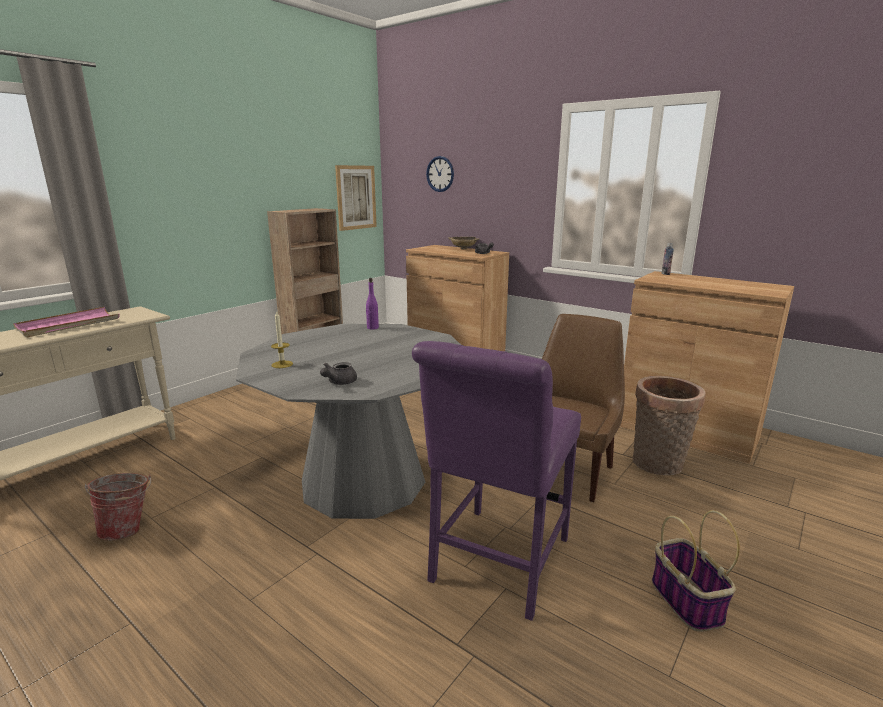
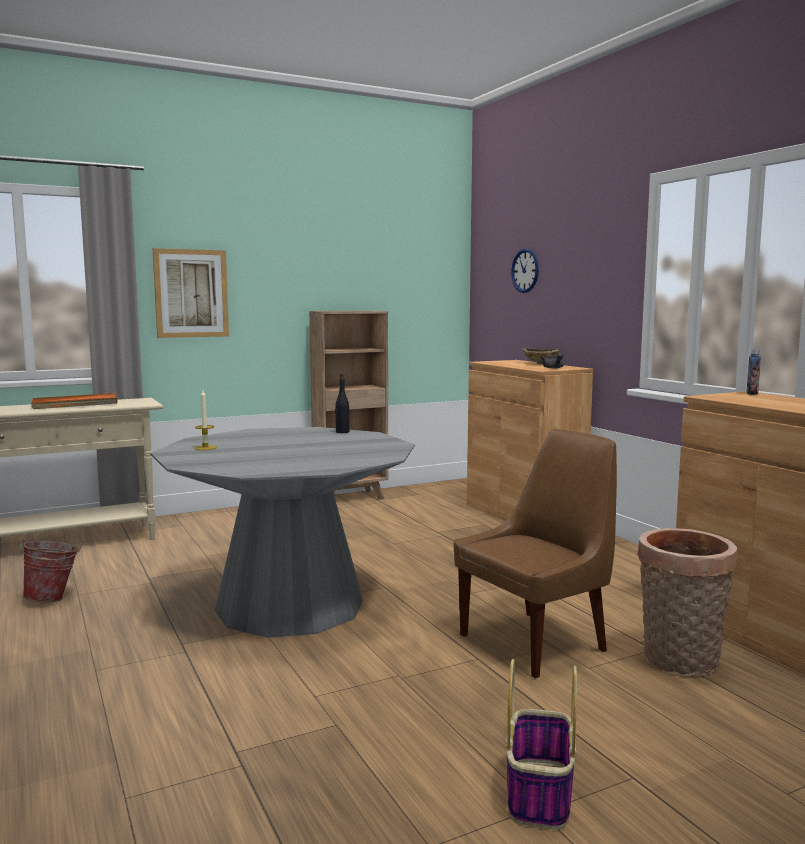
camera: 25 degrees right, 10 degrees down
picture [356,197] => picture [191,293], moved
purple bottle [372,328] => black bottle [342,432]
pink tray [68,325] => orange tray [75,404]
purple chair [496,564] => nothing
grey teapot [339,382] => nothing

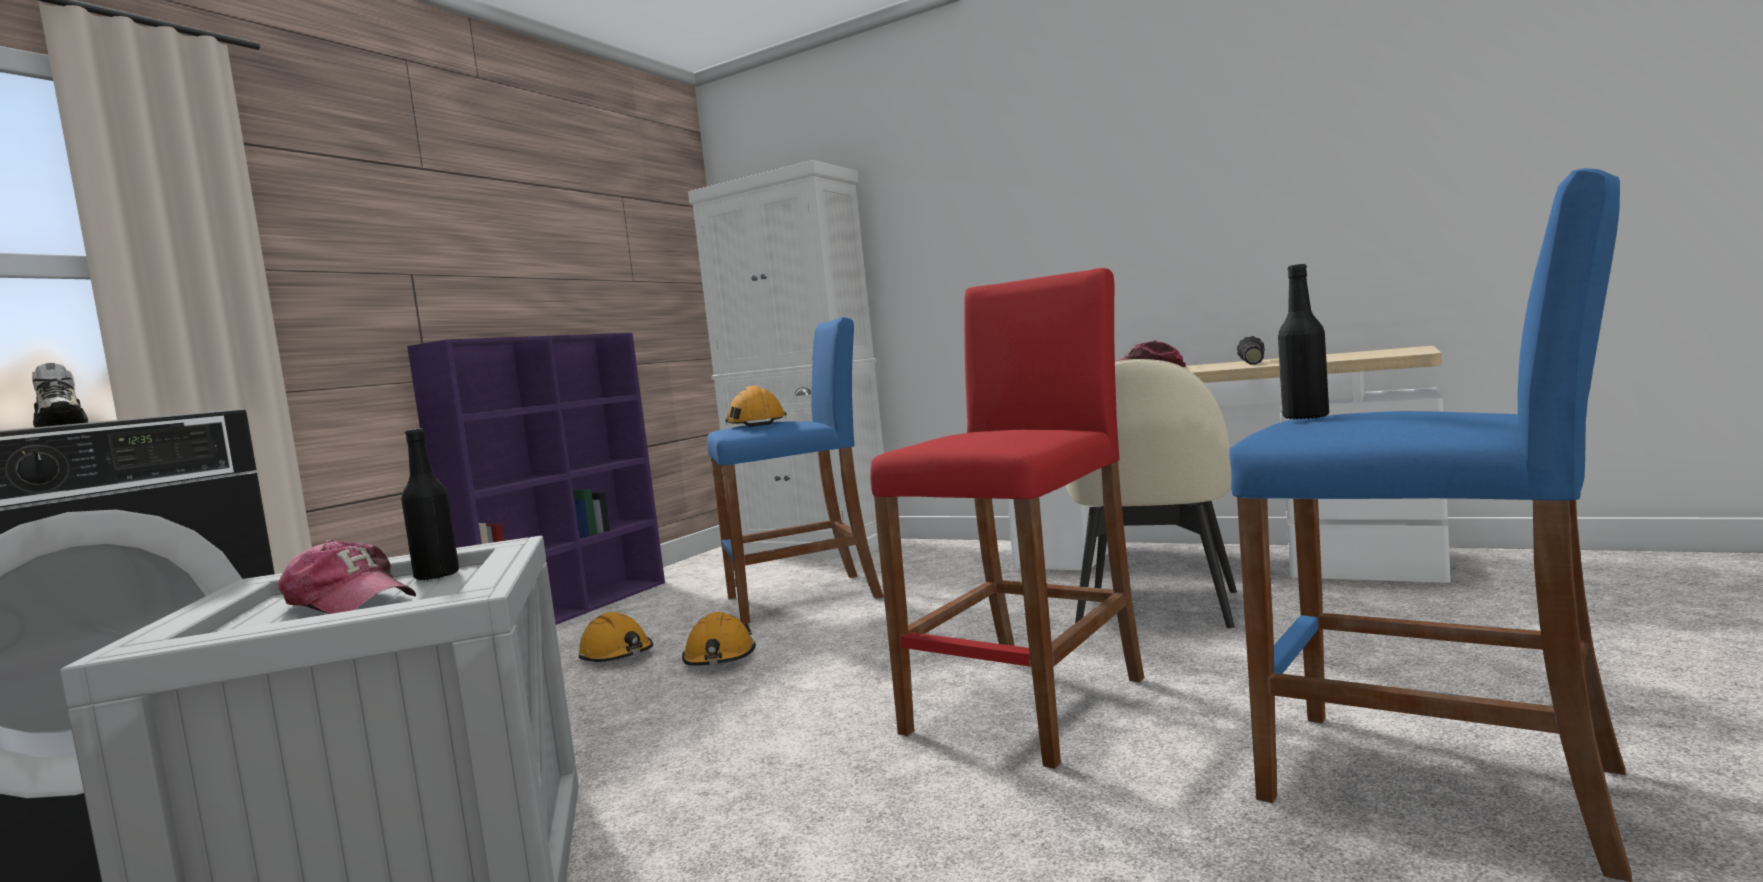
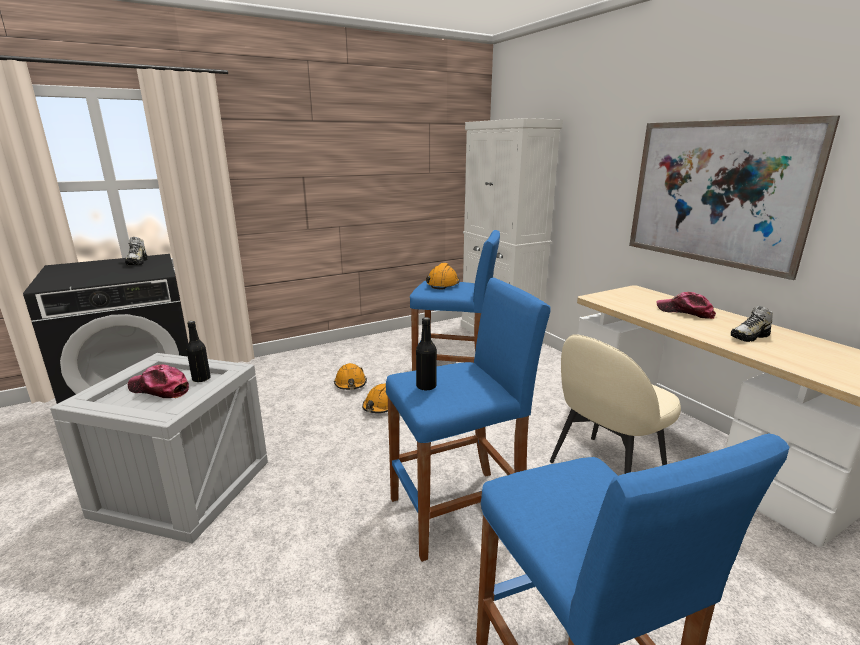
camera: 30 degrees right, 15 degrees up
black bottle [1305,418] => black bottle [426,386], moved
red stool [1028,705] => blue stool [459,511]
purple bookcase [570,610] => nothing
flashlight [1251,363] => shoe [749,337]
cap [350,603] => cap [159,389], 135 degrees clockwise
nothing => picture [714,193]

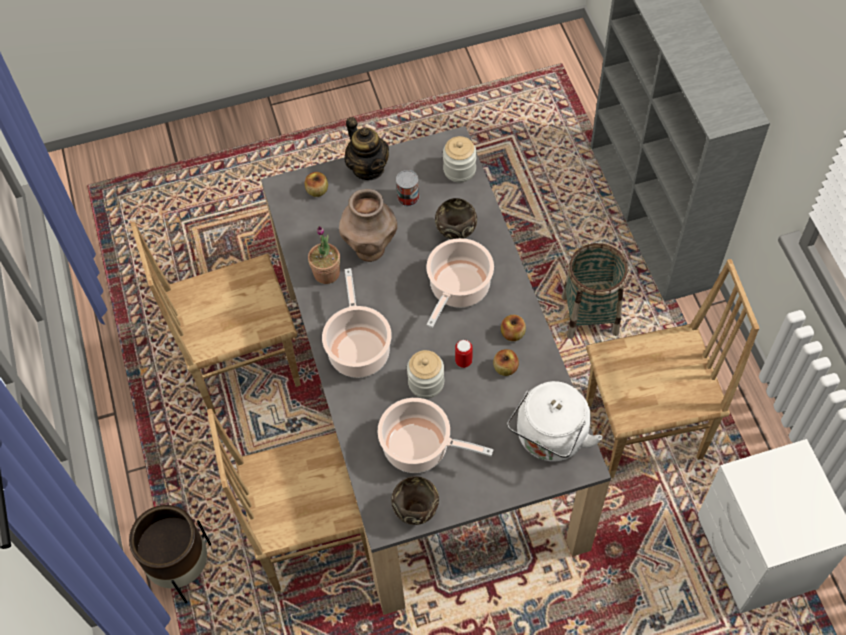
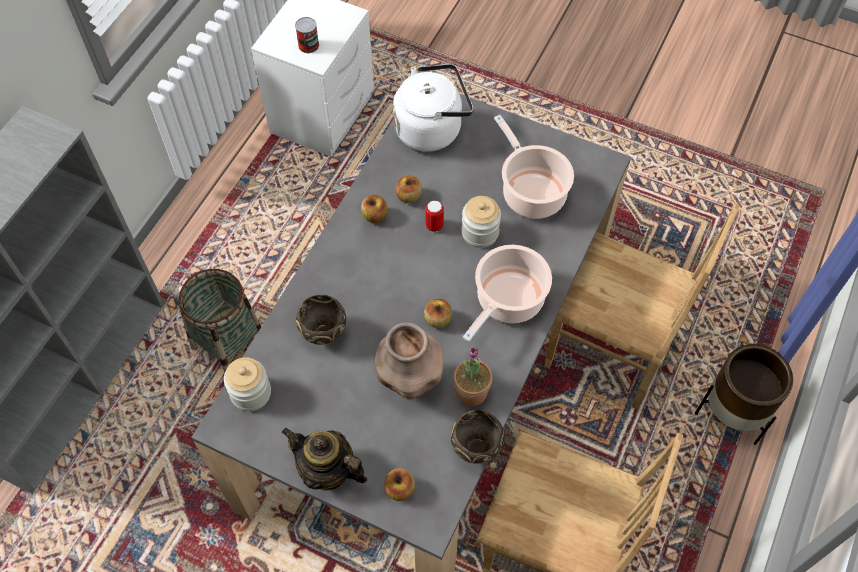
camera: 140 degrees left, 0 degrees up
teapot [368,168] => teapot [327,471], 75 degrees counterclockwise
can [408,197] => can [308,45], moved
cooking pot [458,289] => nothing
brown chair [645,433] => nothing
brown bowl [416,510] => brown bowl [475,449], moved
nothing => apple [437,319]

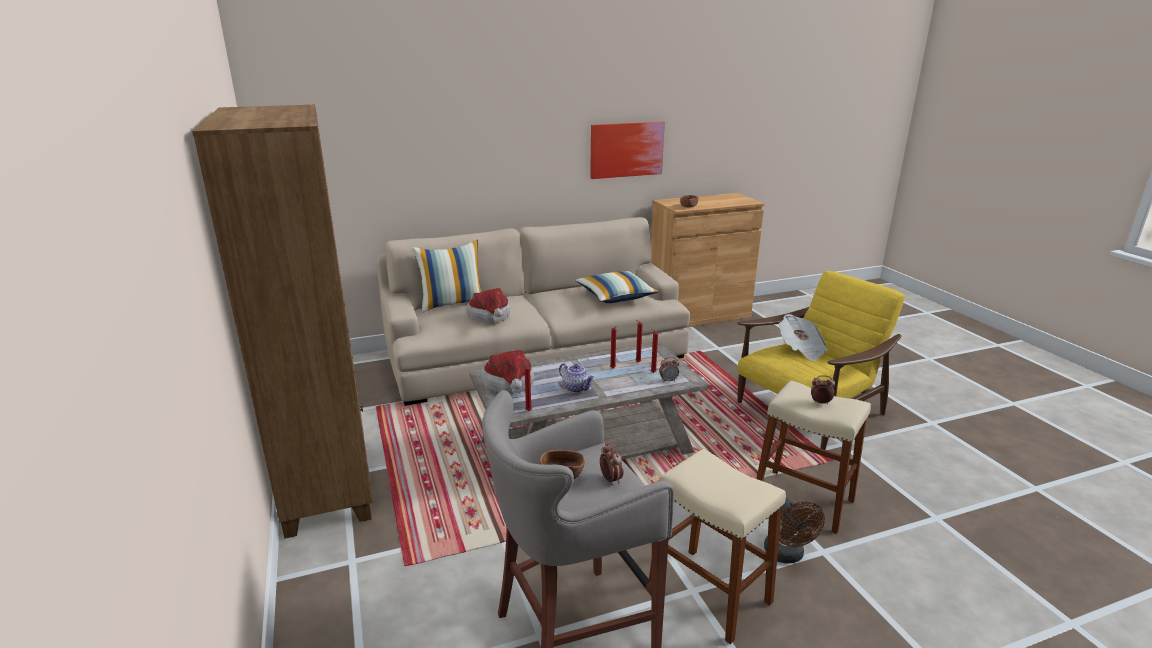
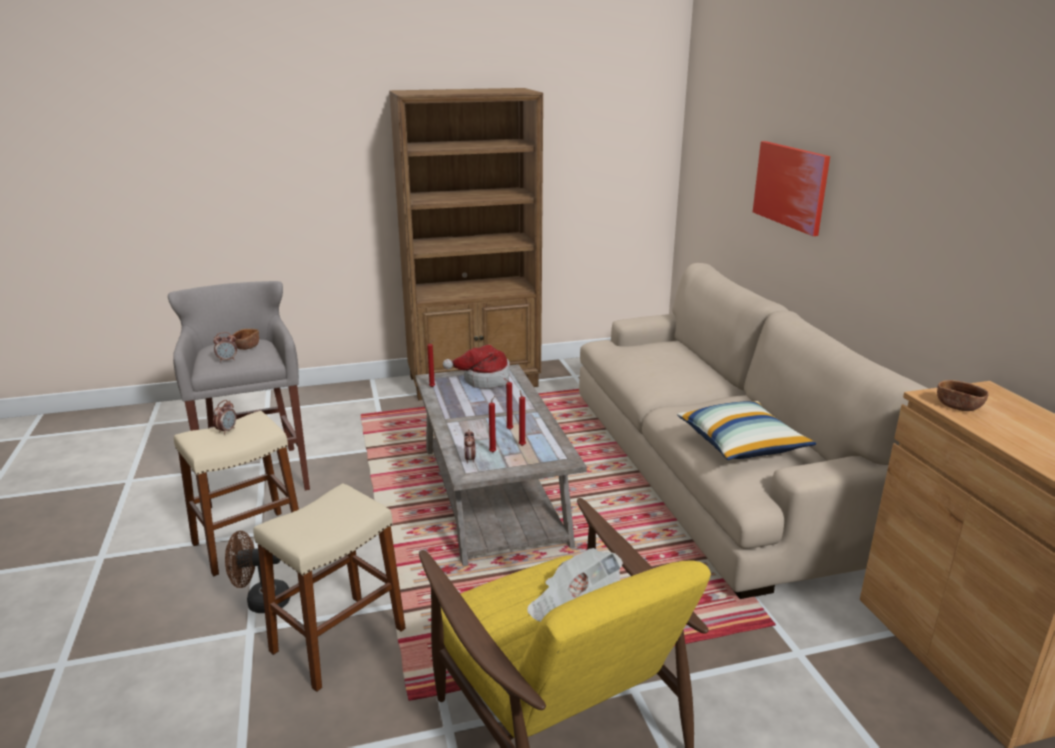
camera: 95 degrees right, 0 degrees up
picture [626,149] => picture [790,186], moved
pillow [452,304] => nothing
hat [490,317] => nothing
teapot [576,388] => nothing
alarm clock [820,402] => alarm clock [227,430], moved

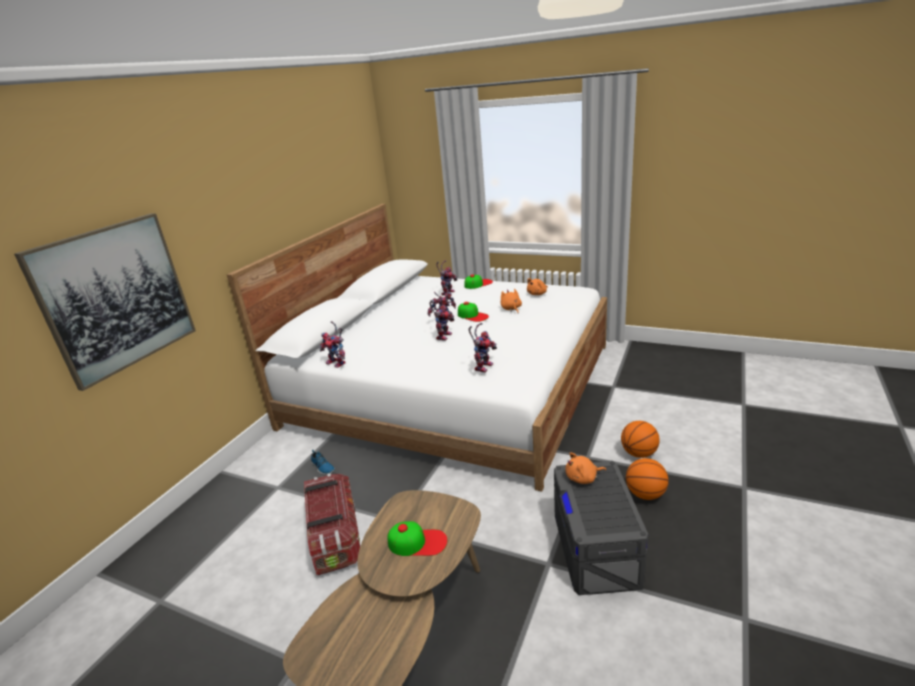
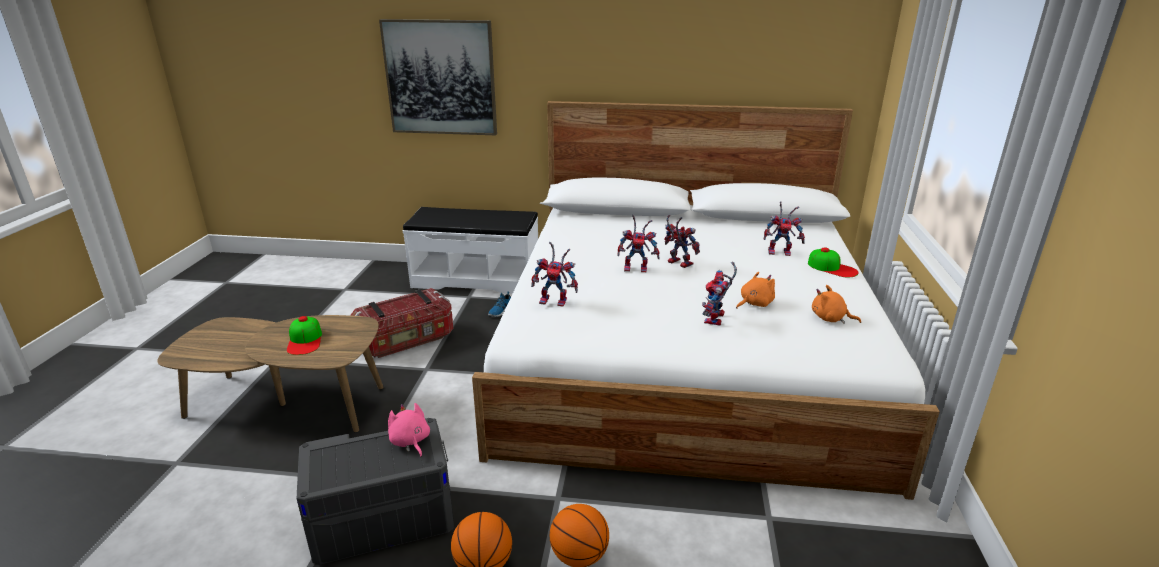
camera: 70 degrees right, 0 degrees up
cap [472,315] => nothing
toy robot [338,363] => toy robot [716,320], moved
orange plush toy [583,478] => pink plush toy [410,441]
nothing => white bench [476,279]

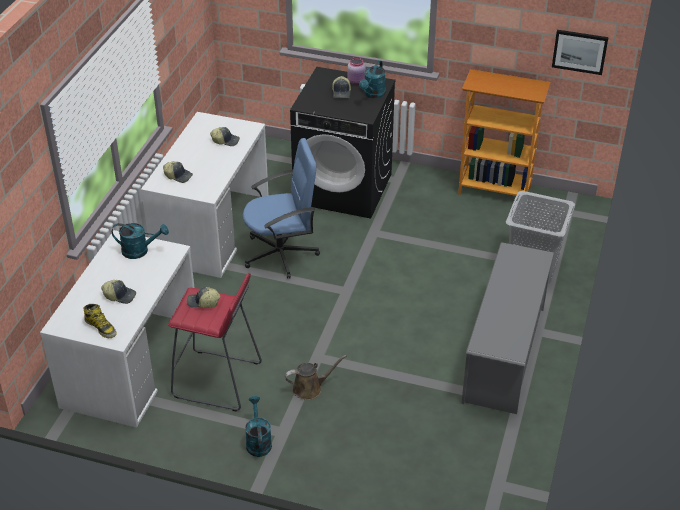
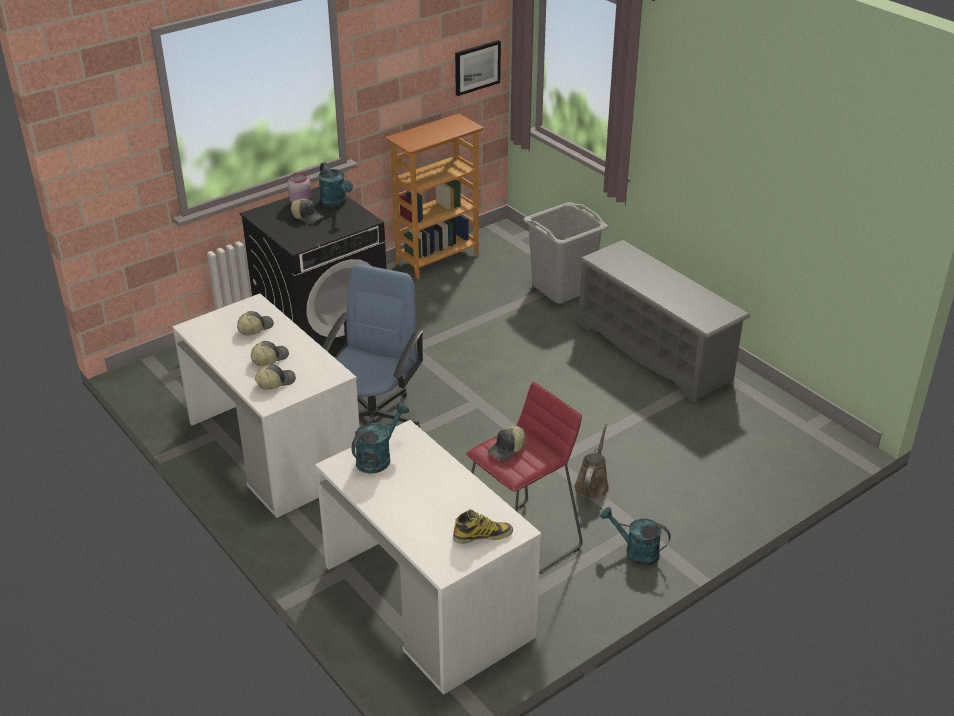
camera: 55 degrees left, 5 degrees down
cap [120,295] => cap [269,358], moved

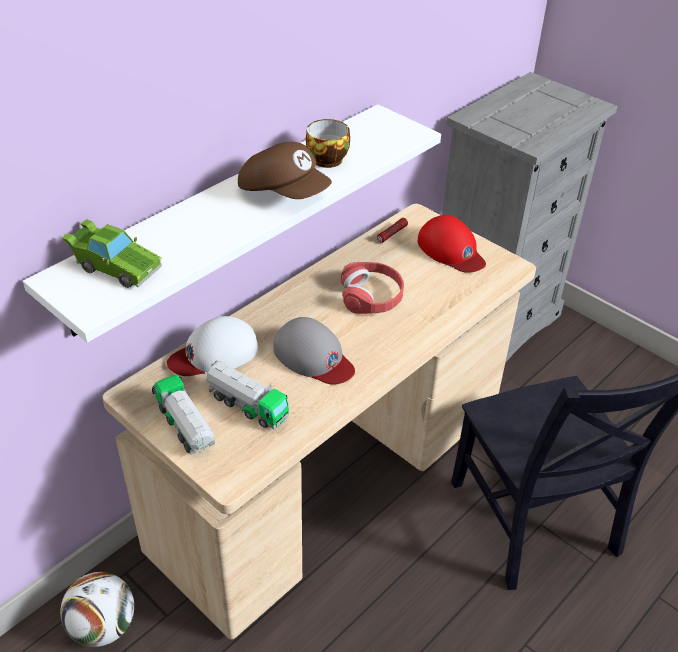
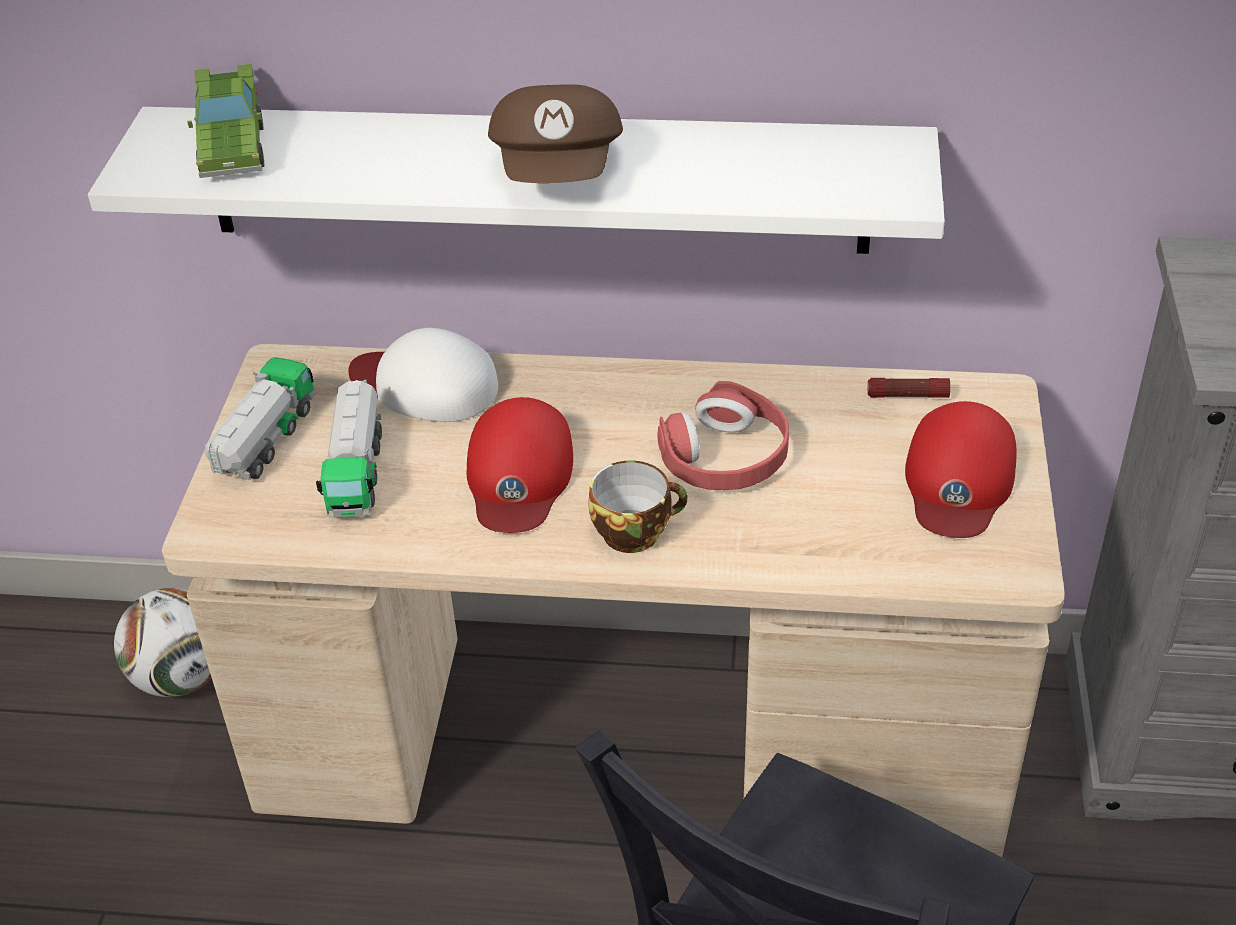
camera: 55 degrees right, 0 degrees up
cup [327,158] => cup [635,531], moved
grey cap [313,357] => red cap [519,475]

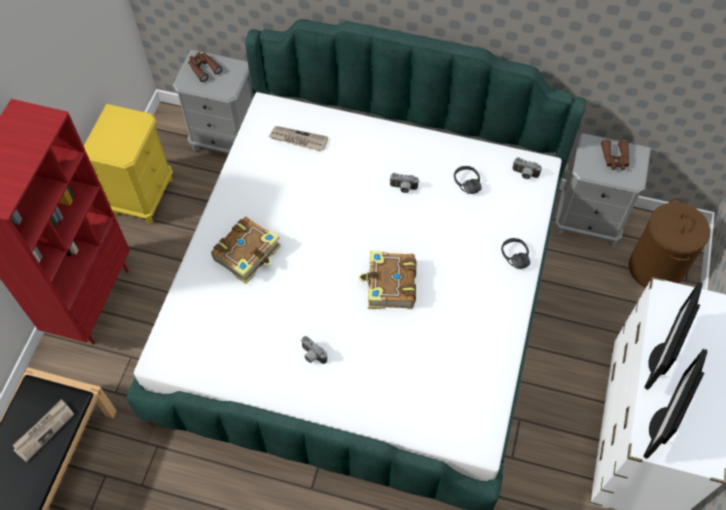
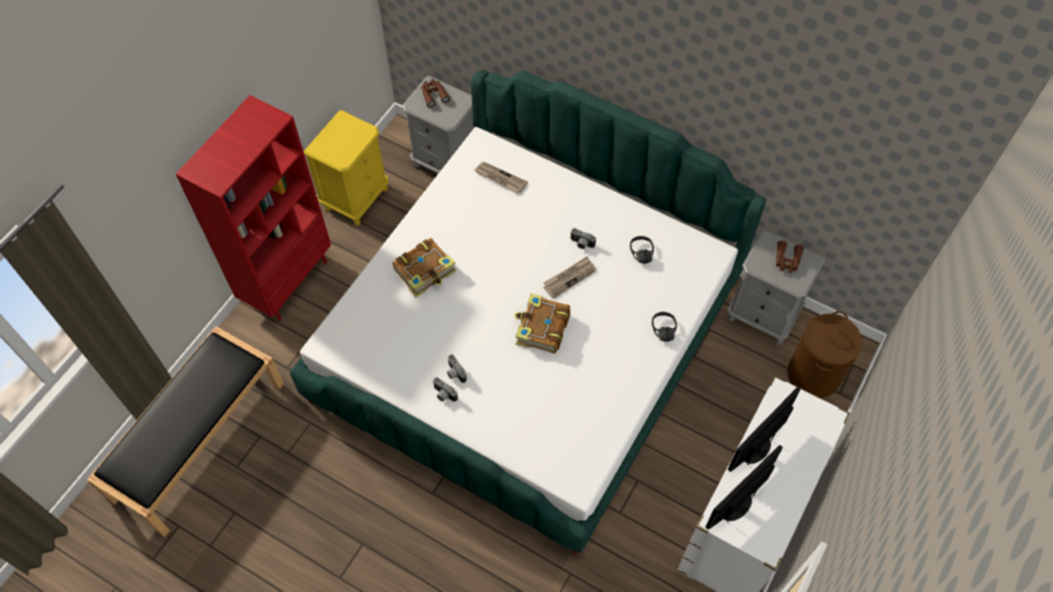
camera: 15 degrees right, 0 degrees up
photo camera [524,174] => photo camera [443,395], moved
newspaper [44,430] => newspaper [569,278], moved

